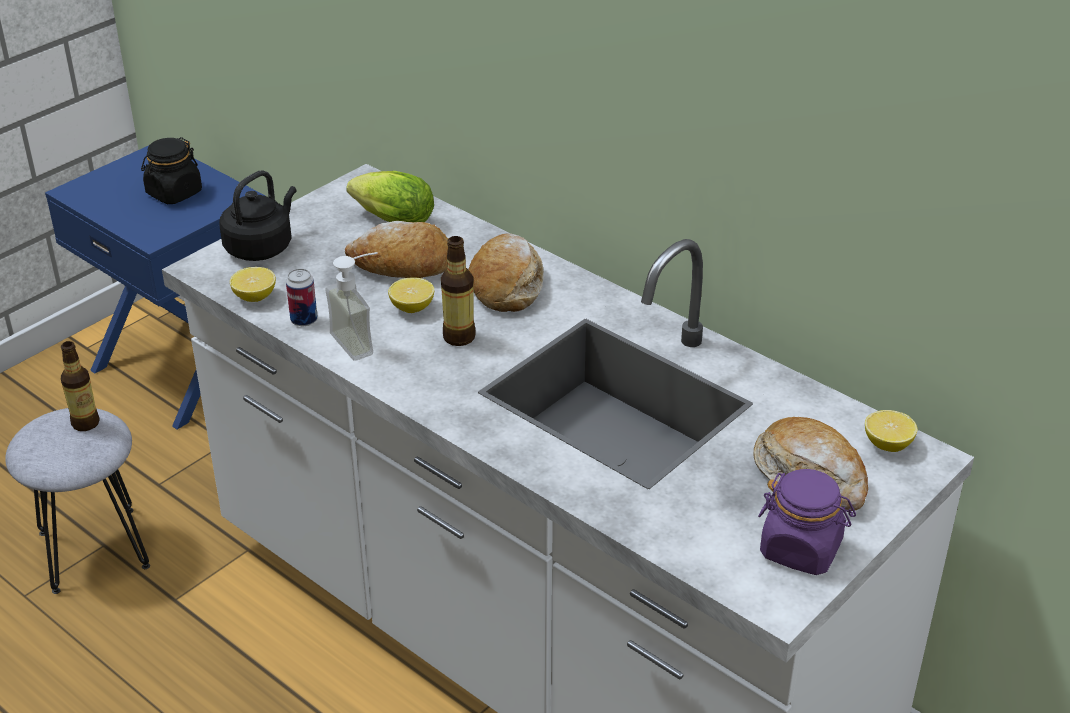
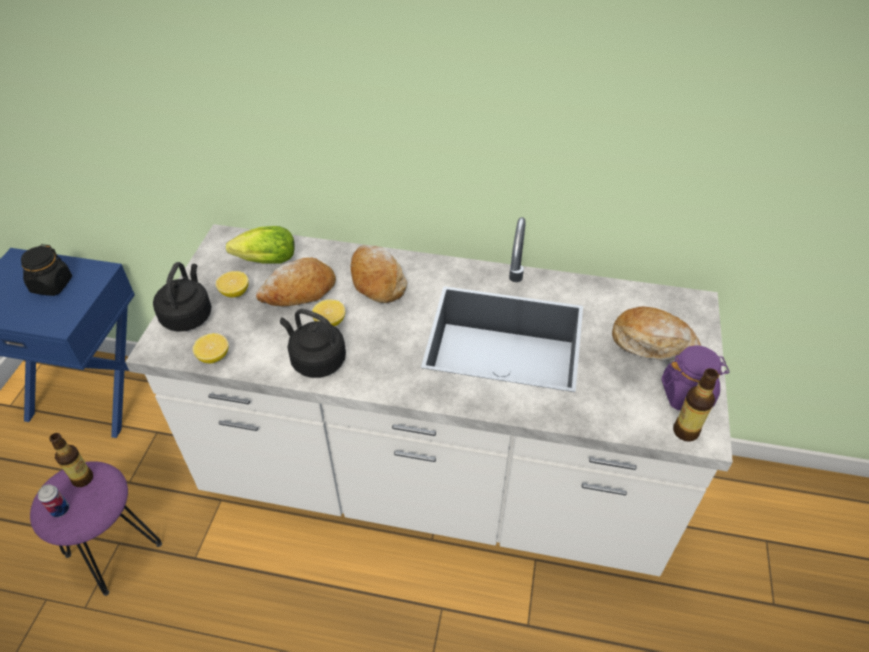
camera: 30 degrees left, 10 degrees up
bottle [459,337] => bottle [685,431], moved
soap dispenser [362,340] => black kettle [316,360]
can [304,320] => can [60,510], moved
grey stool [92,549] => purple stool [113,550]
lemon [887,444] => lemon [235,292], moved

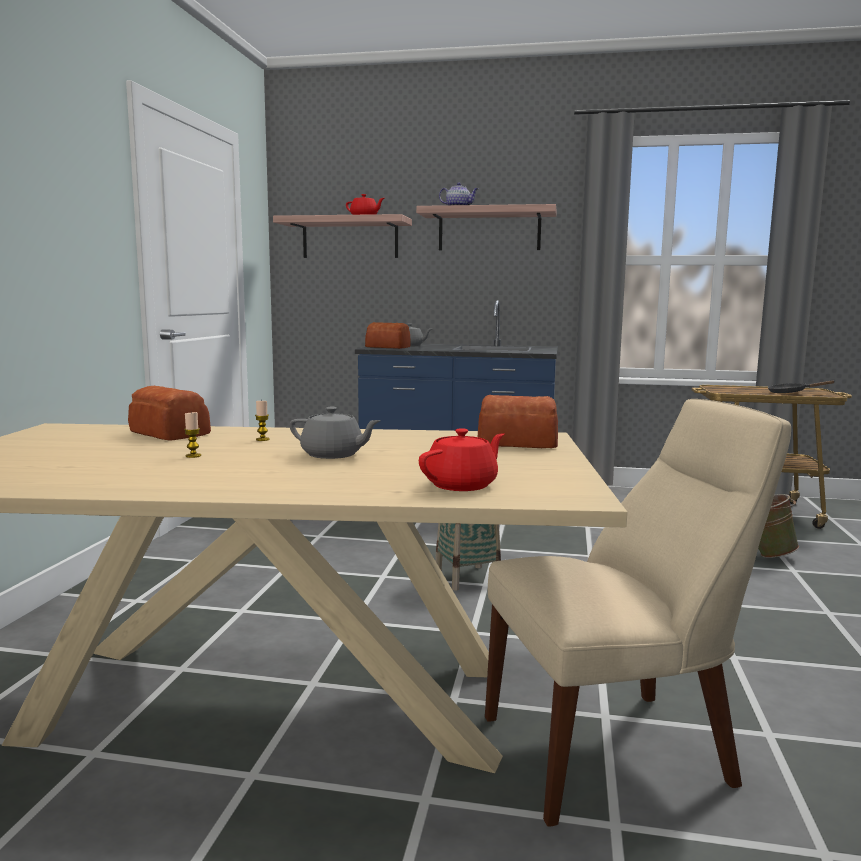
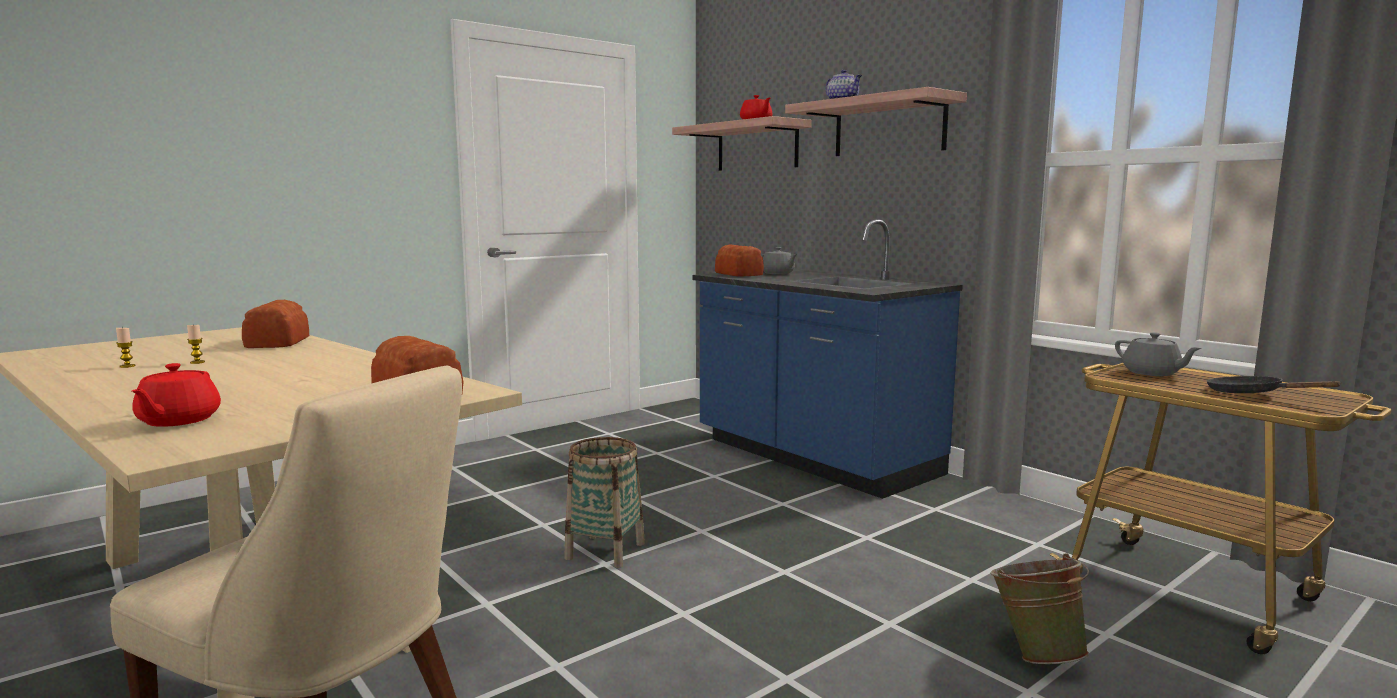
camera: 40 degrees right, 0 degrees up
candle [262,439] => candle [127,366], moved
grey teapot [333,455] => grey teapot [1152,373], moved
red teapot [462,485] => red teapot [177,421], 90 degrees clockwise

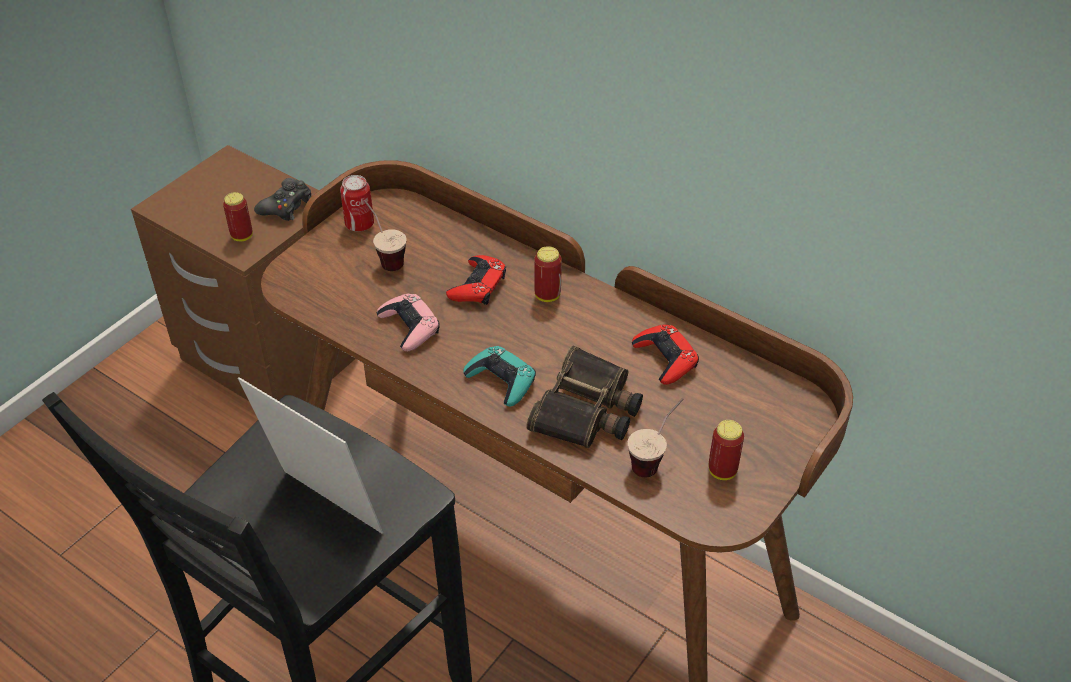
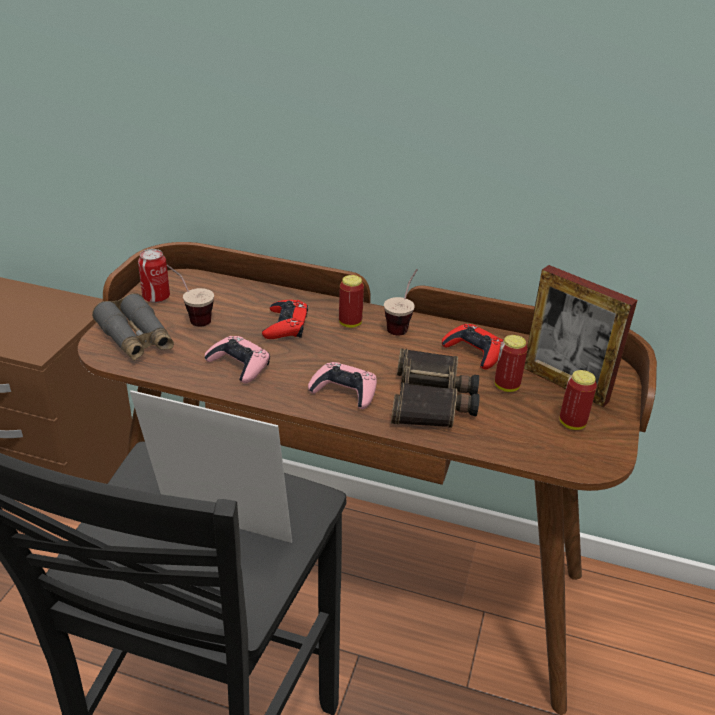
camera: 20 degrees left, 10 degrees down
black game controller [286,206] => nothing
can [242,236] => can [506,386], moved
turquoise game controller [501,380] => pink game controller [344,391]
cup [655,459] => cup [402,324], moved
nothing => picture frame [565,384]
nothing => grey binoculars [136,339]

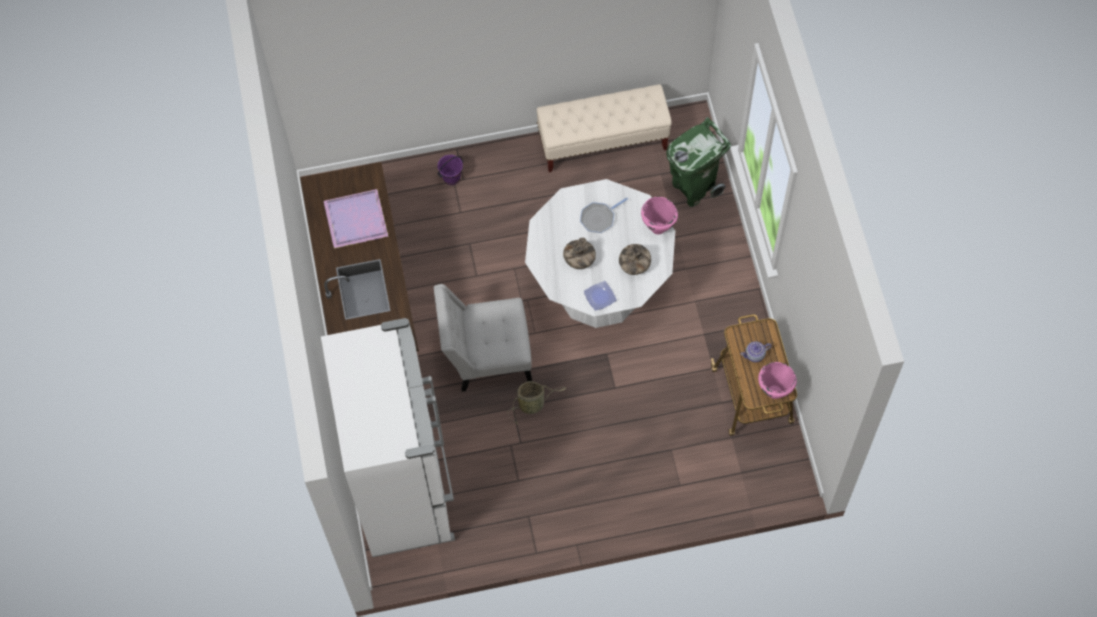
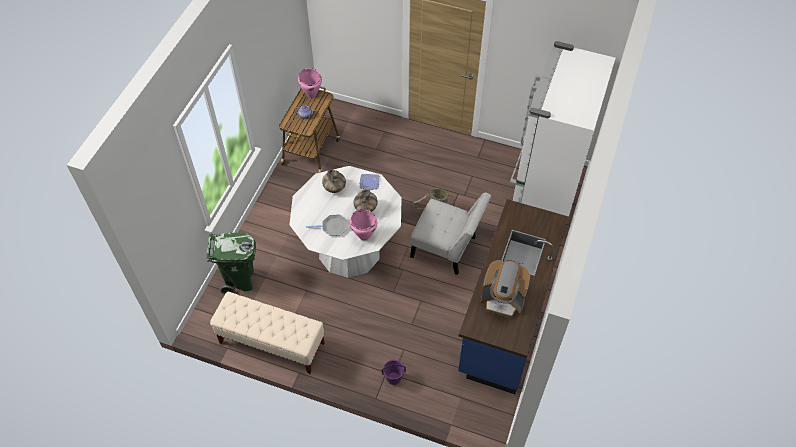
camera: 150 degrees left, 10 degrees down
purple tray [355,221] => coffee machine [502,300]
pink cooking pot [658,228] => pink cooking pot [364,236], moved

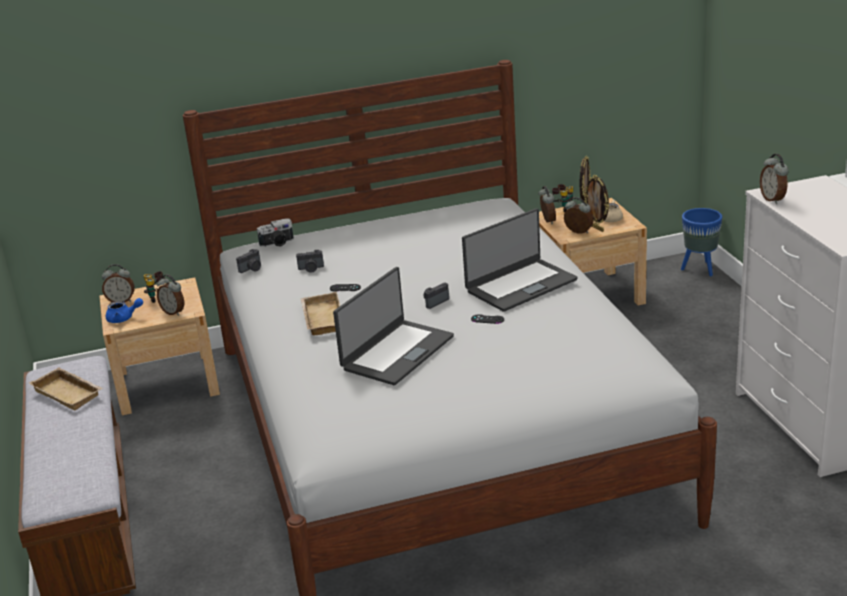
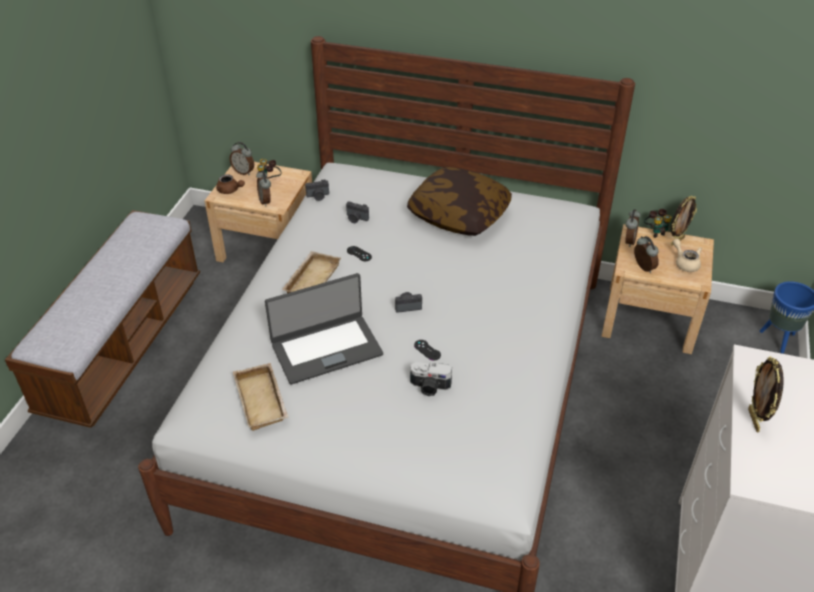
camera: 30 degrees right, 15 degrees up
alarm clock [773,199] => nothing
picture frame [597,228] => picture frame [754,420], moved
laptop [520,285] => nothing
photo camera [277,243] => photo camera [429,387], moved
blue teapot [124,318] => brown teapot [230,190]
beige tray [70,393] => beige tray [263,401], moved
nothing => pillow [458,215]

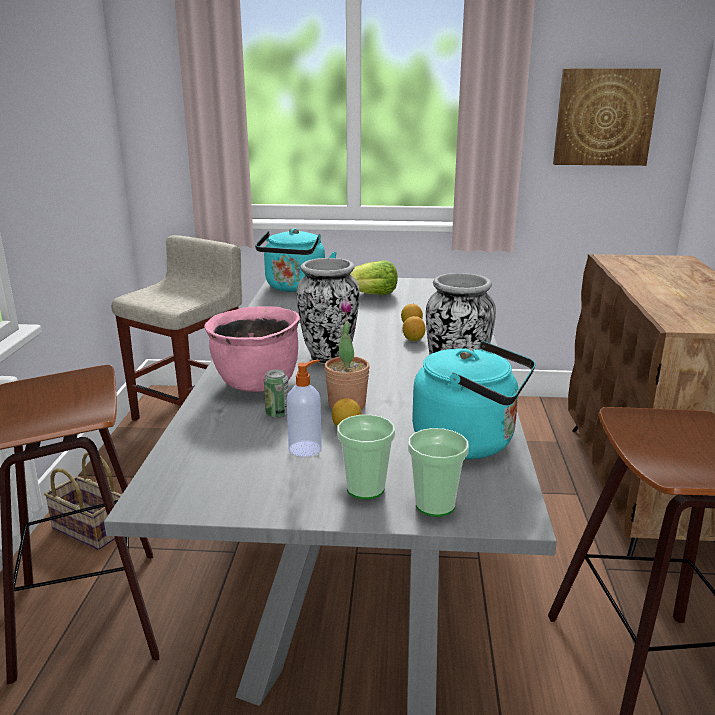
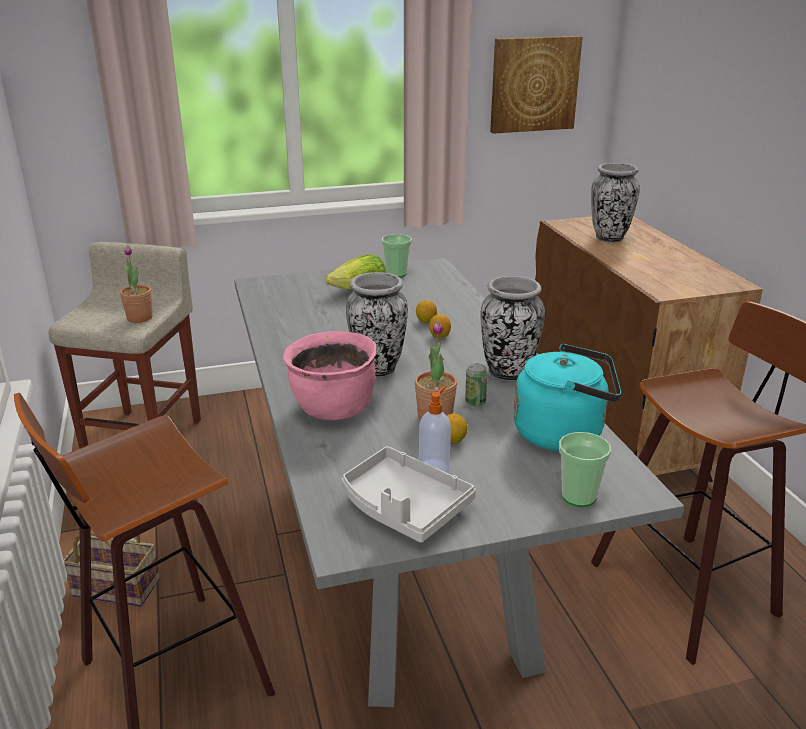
camera: 20 degrees left, 5 degrees up
turquoise kettle [295,288] => nothing
can [277,414] => can [475,402], moved
cup [365,489] => cup [396,274], moved
nothing => vase [609,238]
nothing => potted plant [140,318]
nothing => grey tray [403,507]

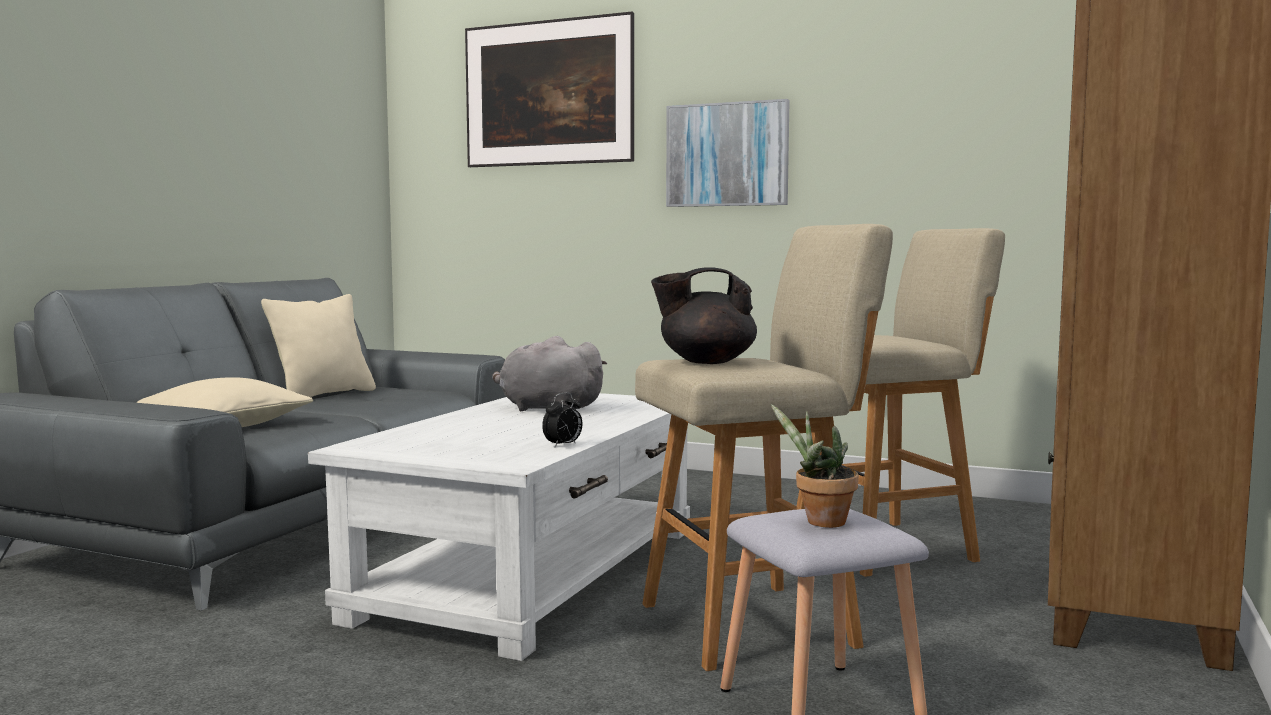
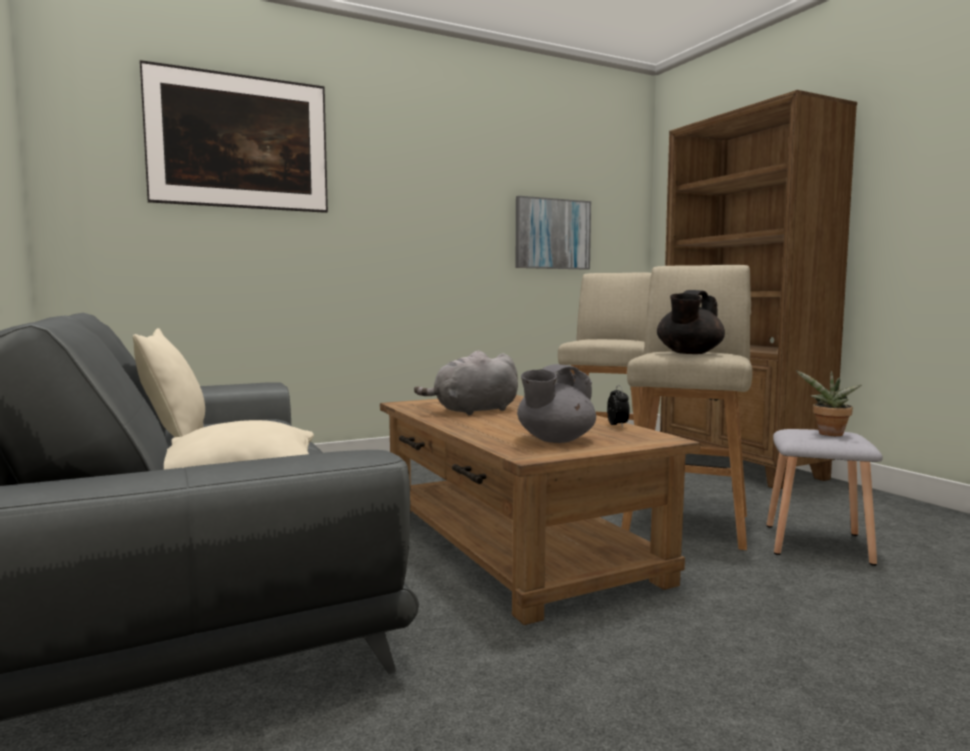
camera: 50 degrees left, 0 degrees up
picture [727,155] => picture [552,234], moved
white coffee table [534,572] => brown coffee table [513,541]
nothing => grey teapot [554,440]

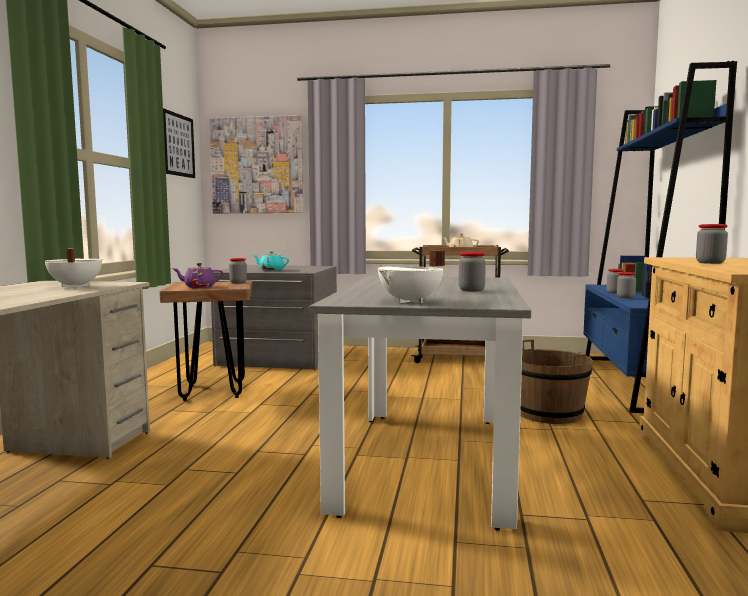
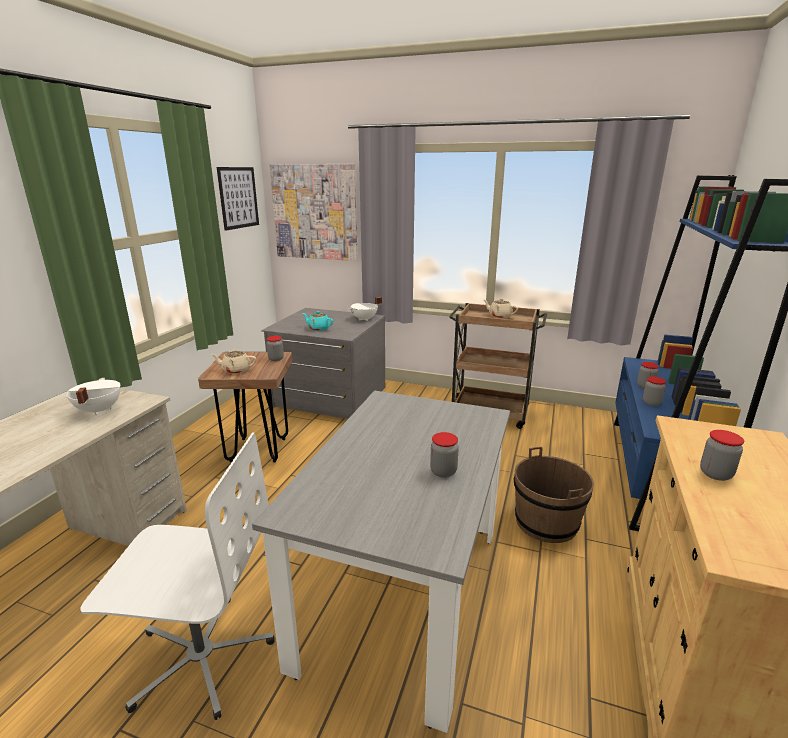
camera: 10 degrees right, 15 degrees up
white cooking pot [411,301] => white cooking pot [365,319], moved
purple teapot [199,287] => beige teapot [236,370]
nothing => white office chair [201,656]

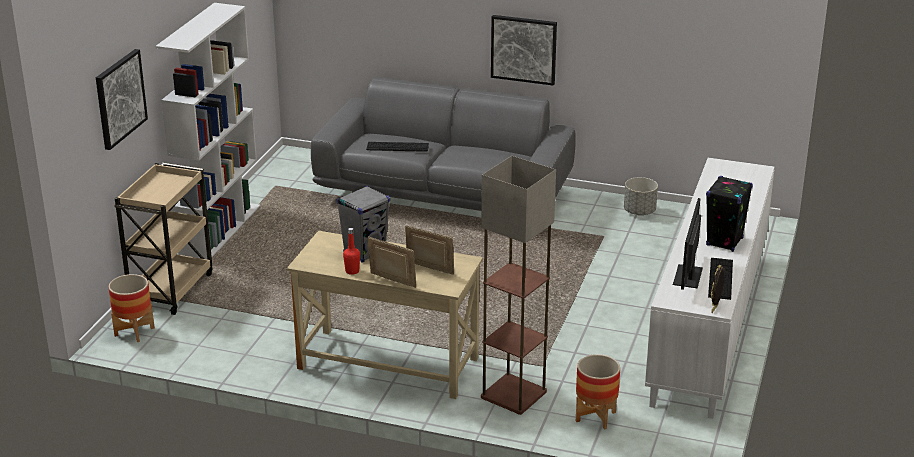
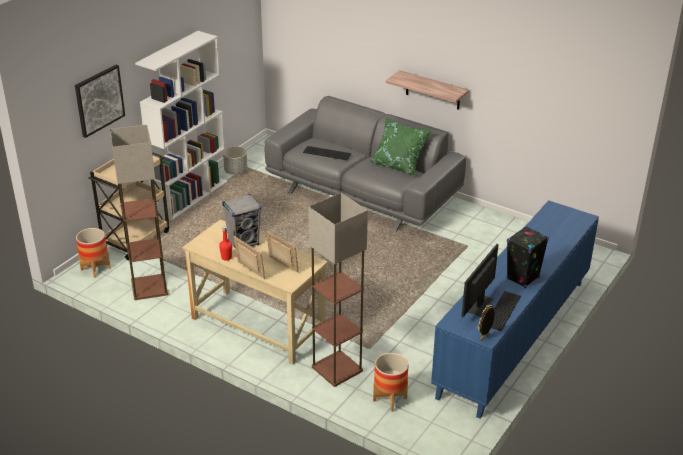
camera: 15 degrees right, 5 degrees up
picture [523,49] => shelf [433,90]
white cabinet [708,326] => blue cabinet [514,337]
grey planter [639,211] => grey planter [235,171], moved
nothing => green pillow [399,165]
nothing => floor lamp [148,287]

